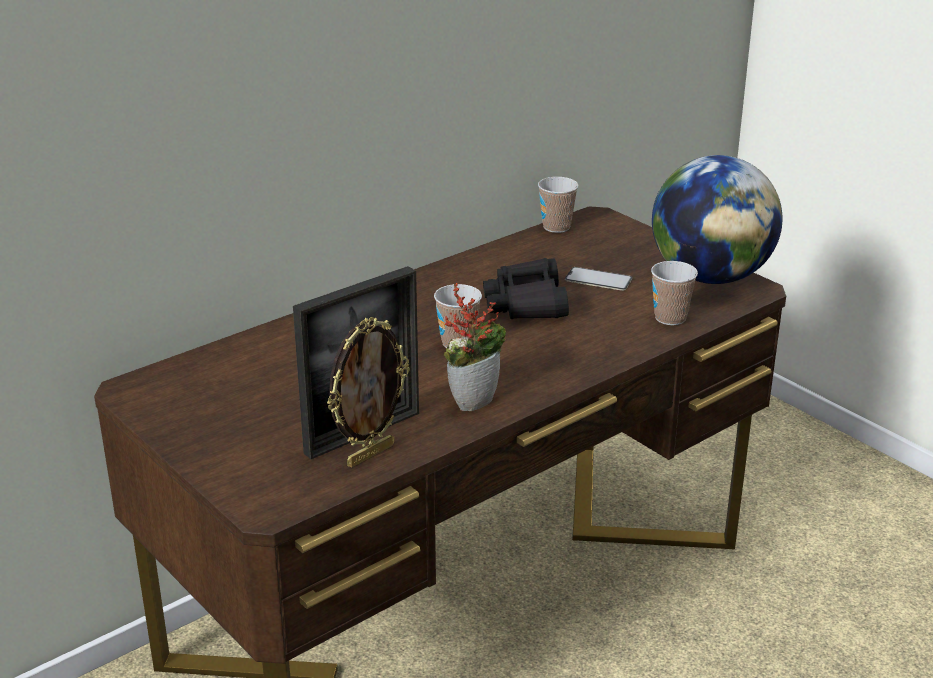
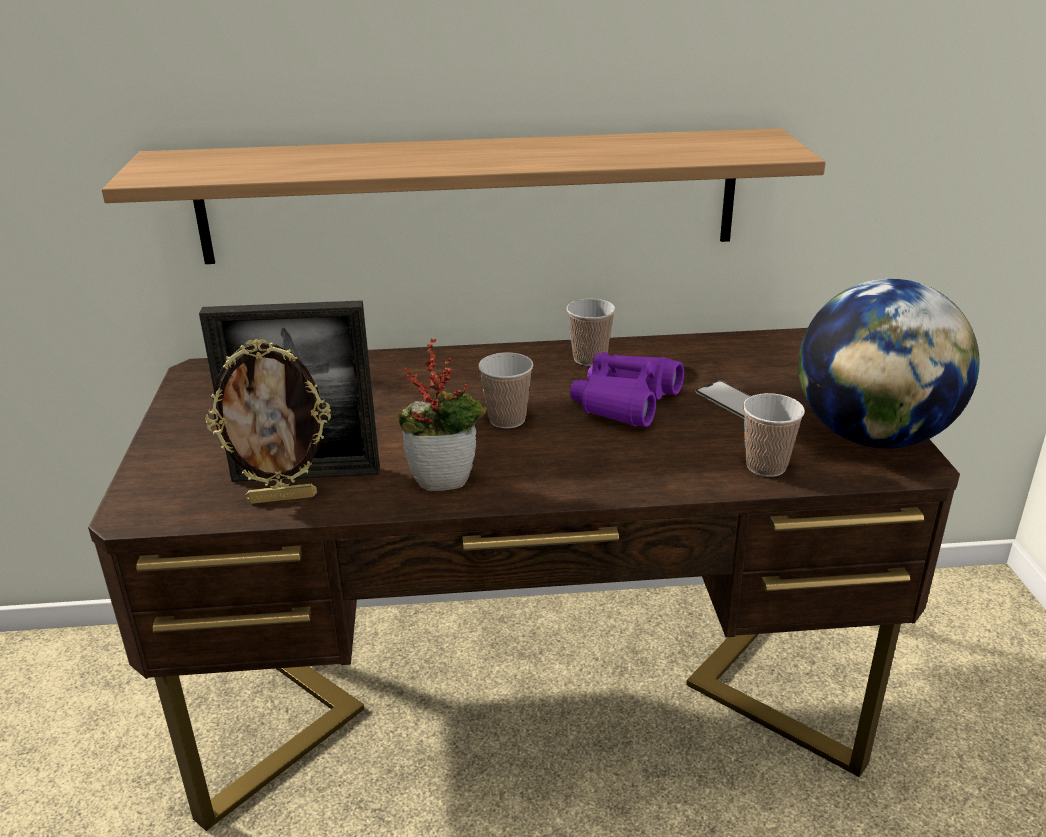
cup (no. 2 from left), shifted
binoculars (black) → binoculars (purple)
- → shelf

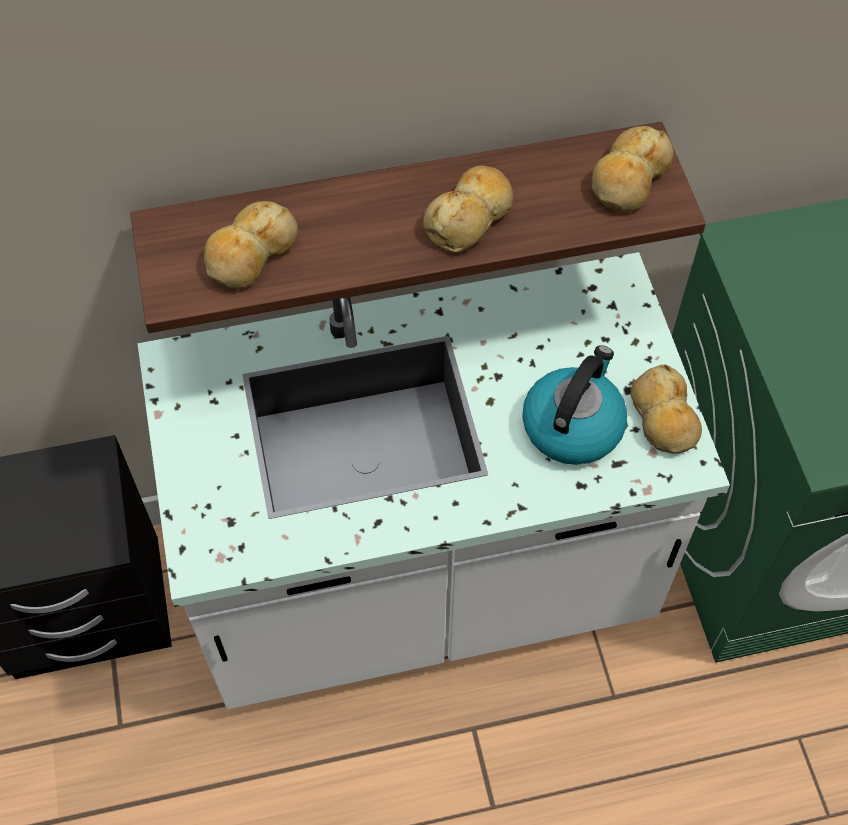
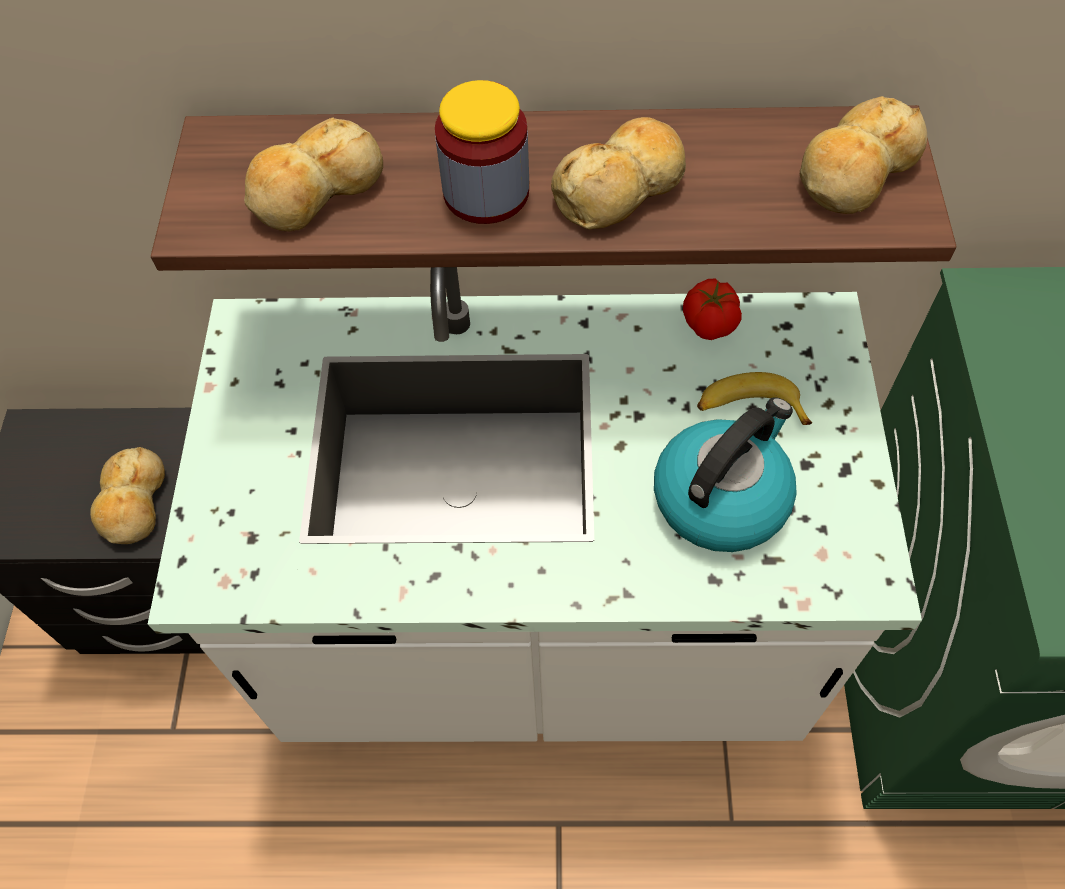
bread (no. 4 from left in the first image) → bread (no. 1 from left), shifted
- → jar
- → tomato
- → banana

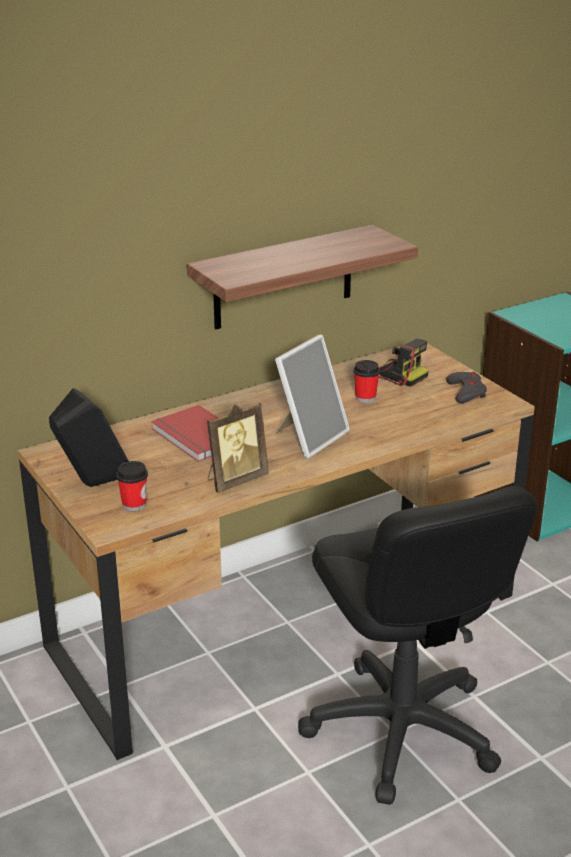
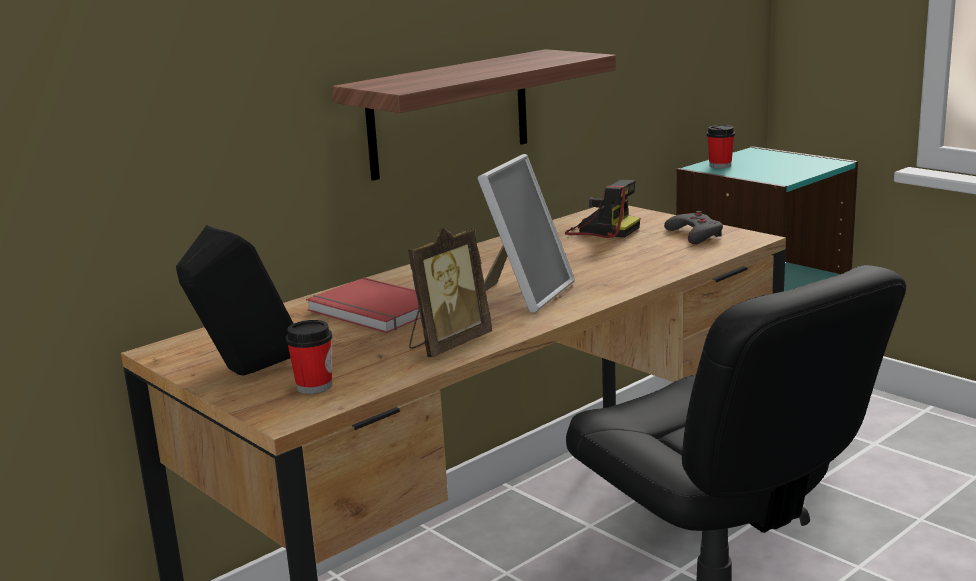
cup (no. 2 from left), shifted

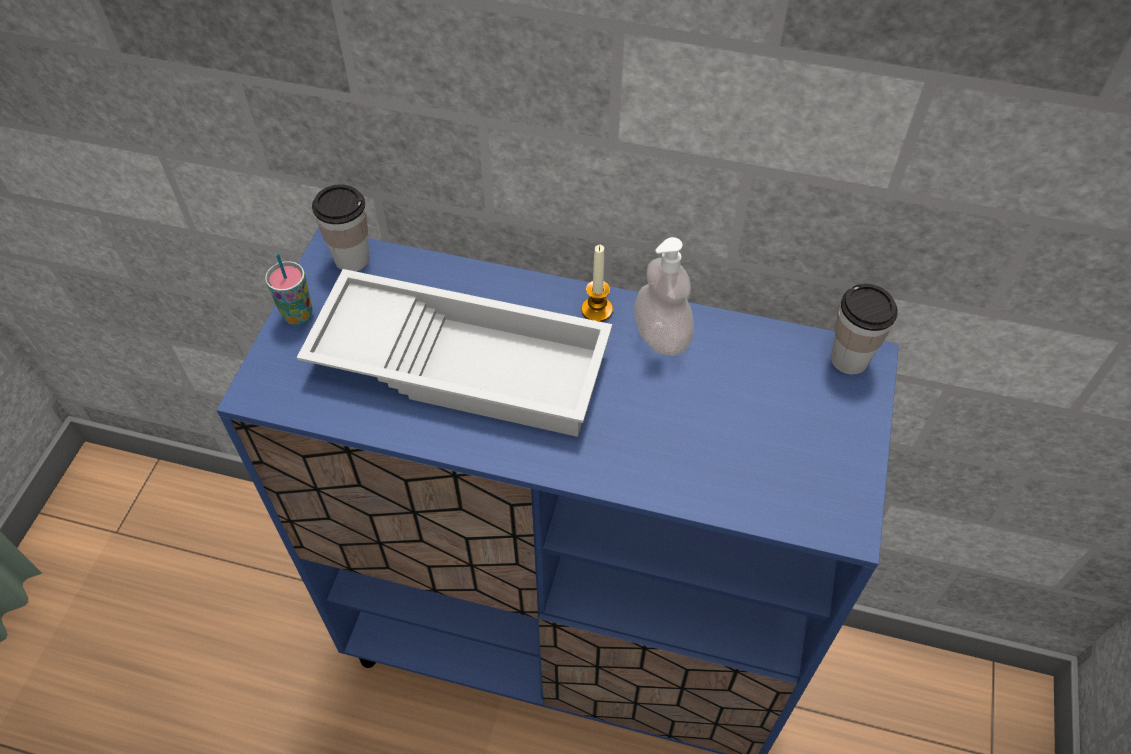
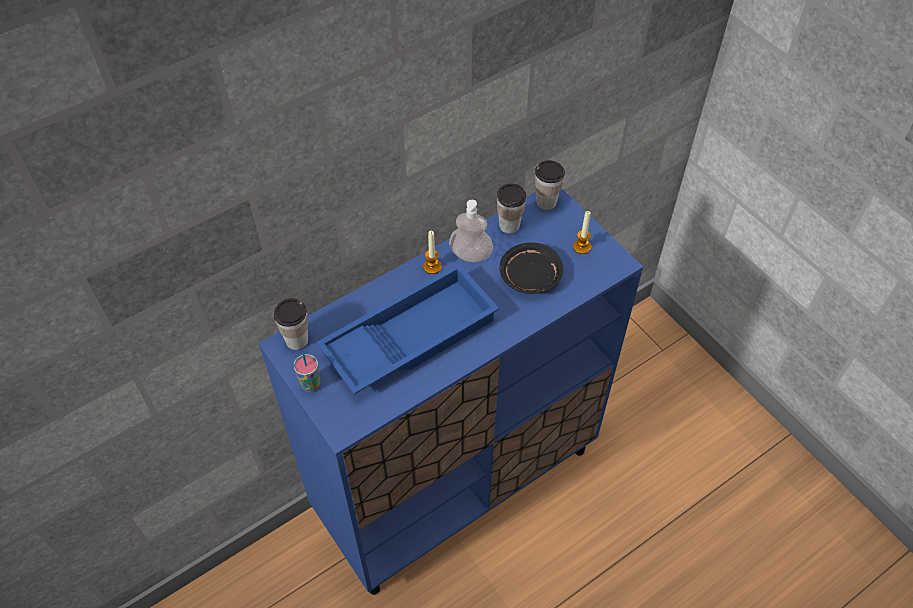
tray (white) → tray (blue)
- → cup (no. 3 from left)
- → candle (no. 2 from left)
- → plate (black)

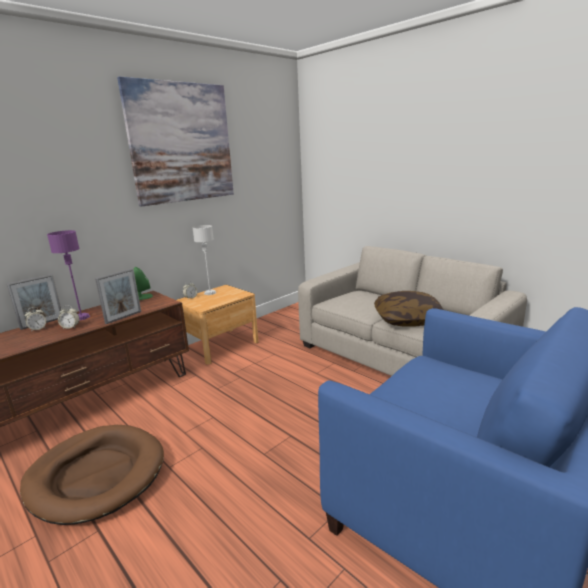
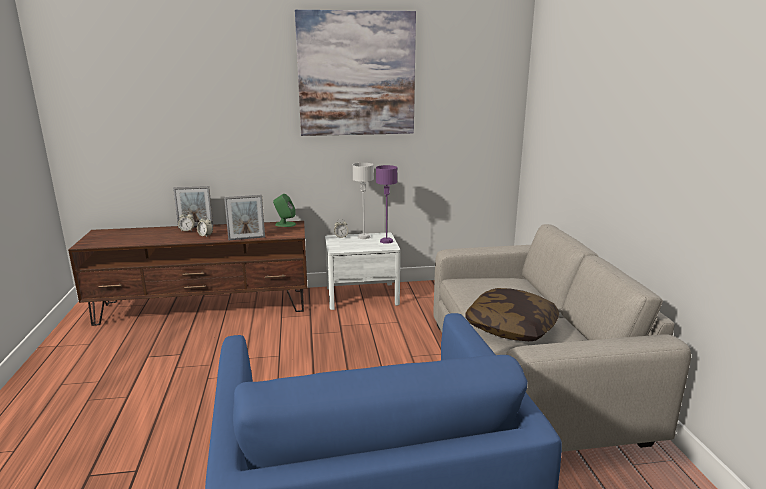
table lamp (purple), shifted
nightstand (brown) → nightstand (white)
dog bed (brown) → -

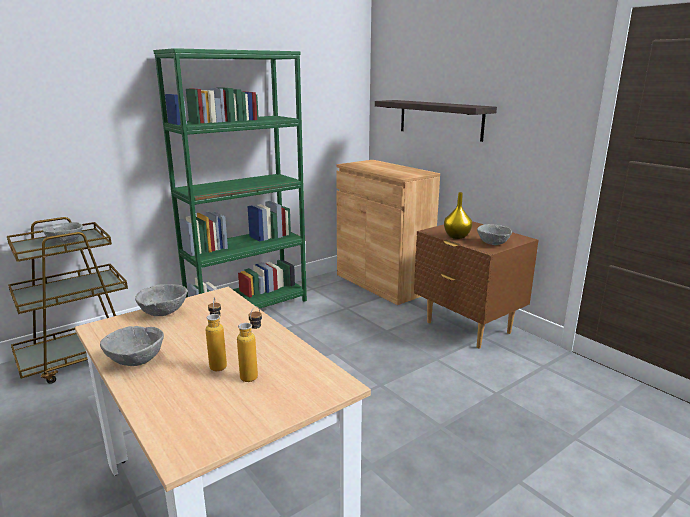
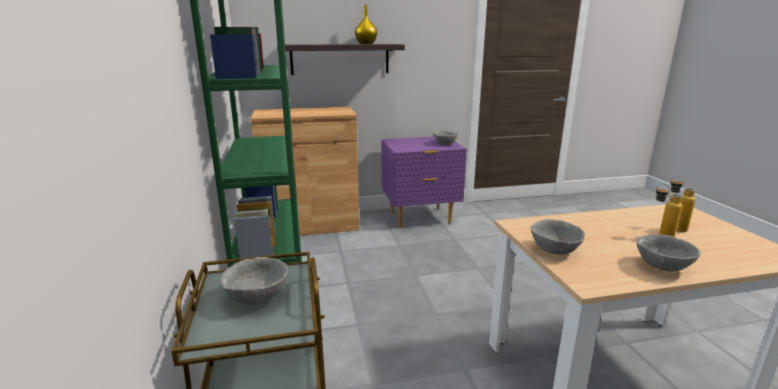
vase (yellow), shifted
nightstand (brown) → nightstand (purple)

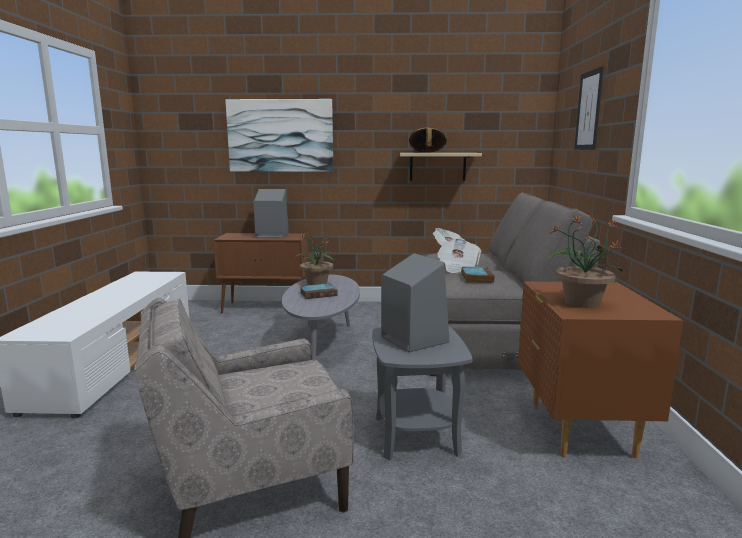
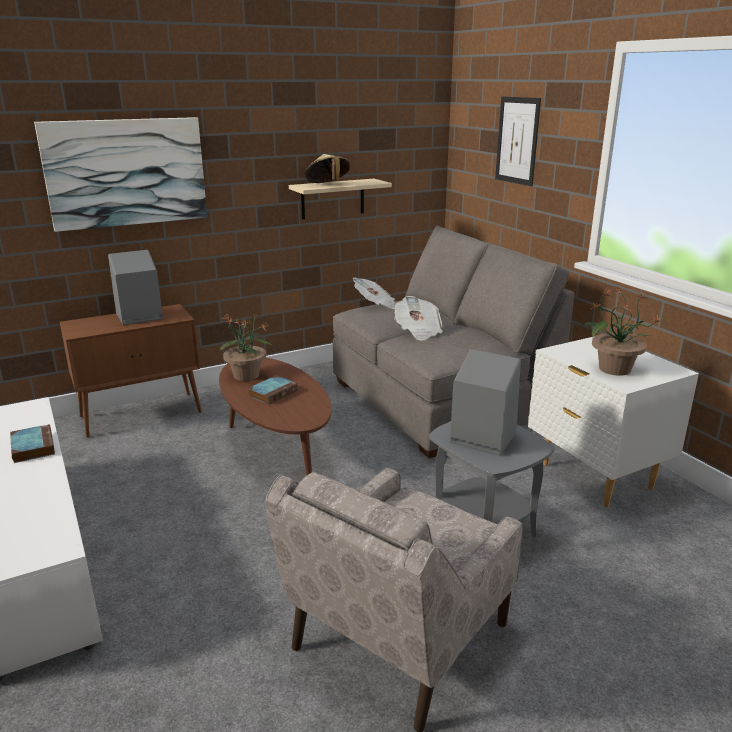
book (no. 2 from left in the first image) → book (no. 1 from left), shifted
coffee table (grey) → coffee table (brown)
nightstand (brown) → nightstand (white)

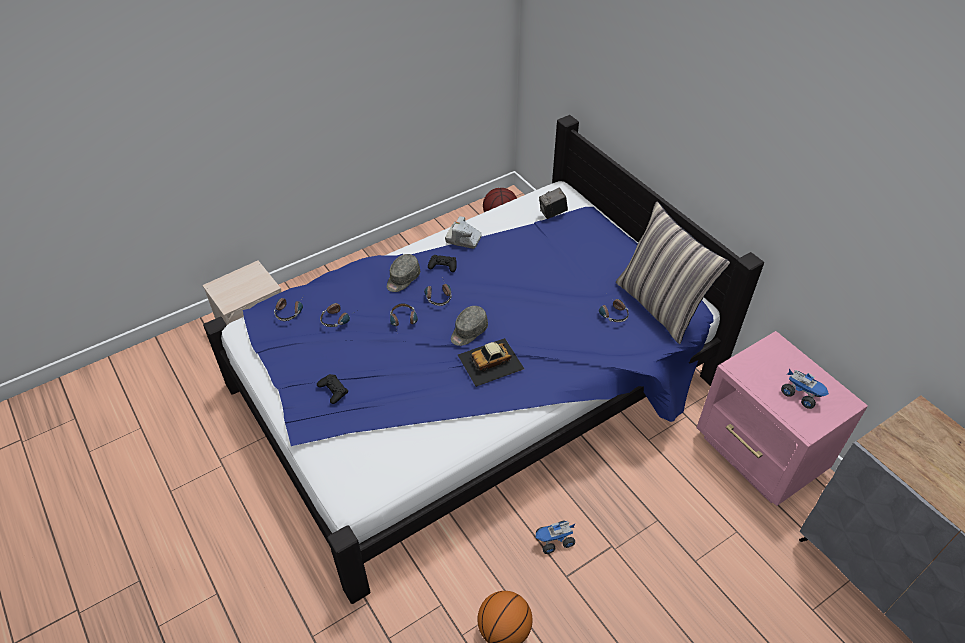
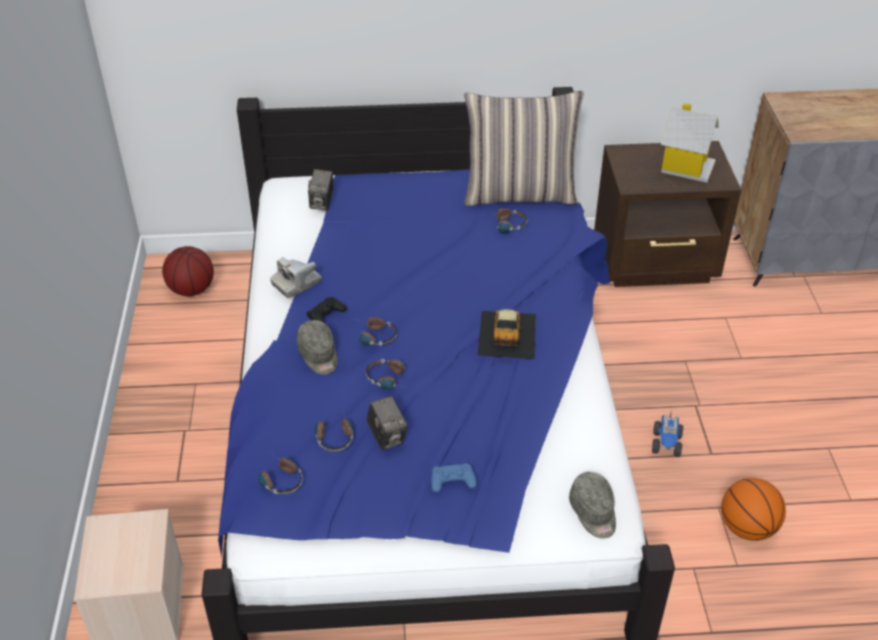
cap (grey) (no. 2 from left), shifted
nightstand (pink) → nightstand (brown)
toy truck (no. 2 from left) → toy house
game controller (black) (no. 1 from left) → game controller (blue)
- → photo camera (no. 3 from left)

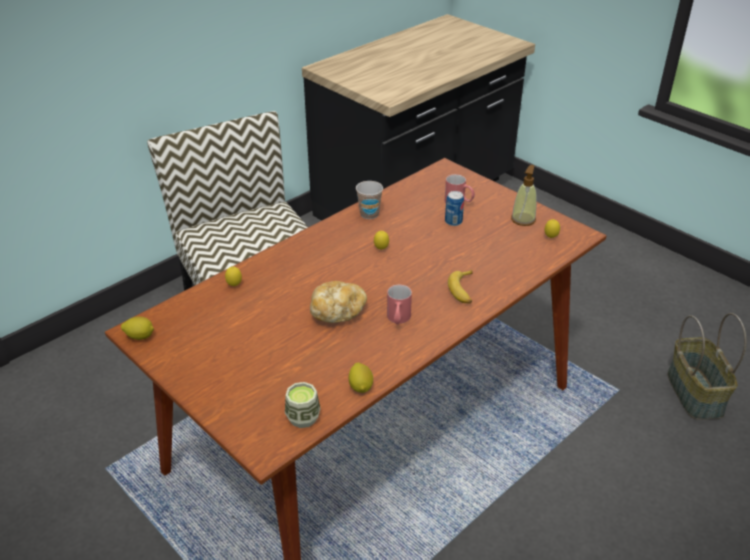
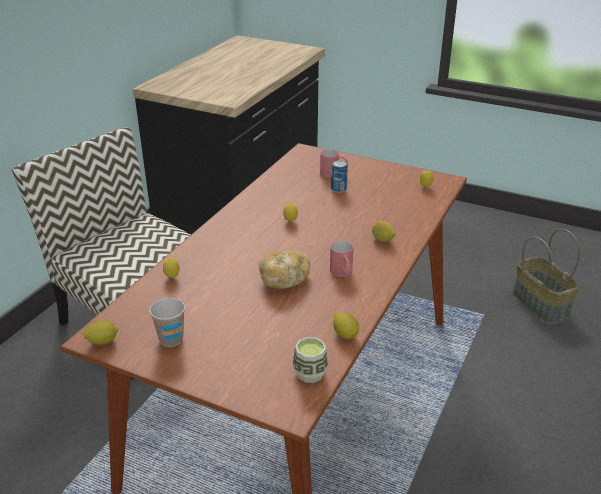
soap dispenser → -
cup (no. 2 from left in the first image) → cup (no. 1 from left), shifted
banana → lemon (no. 5 from left)

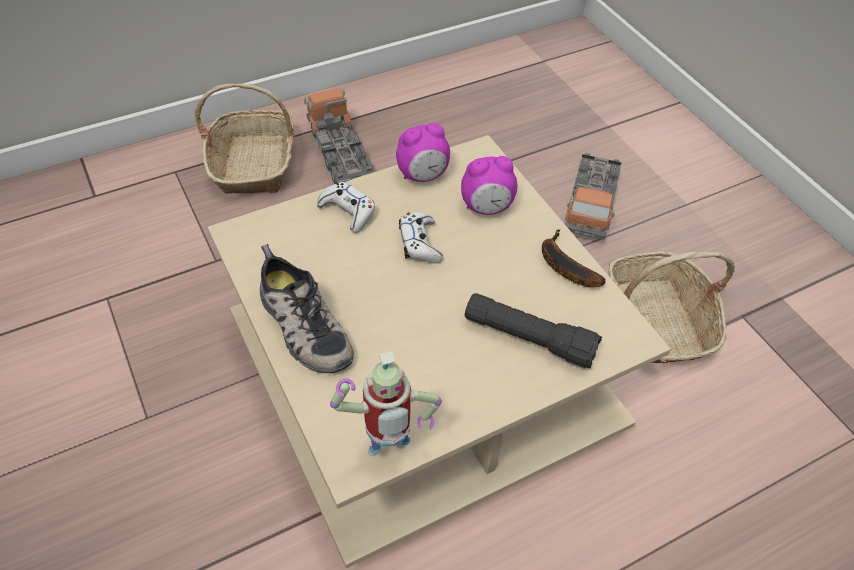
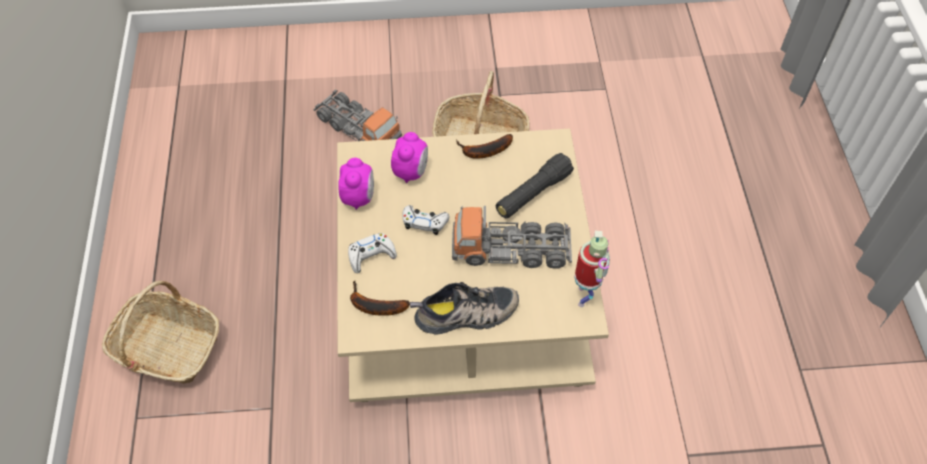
toy truck (no. 1 from left in the first image) → toy truck (no. 2 from left), shifted
- → banana (no. 1 from left)

